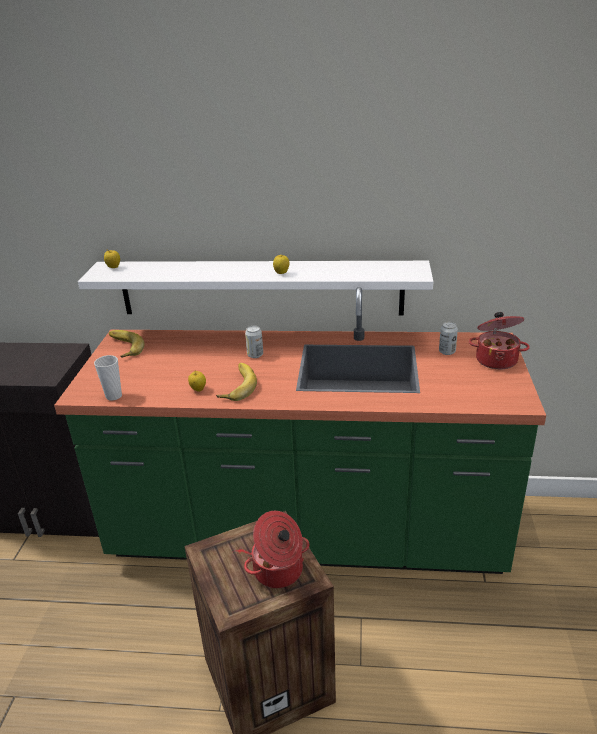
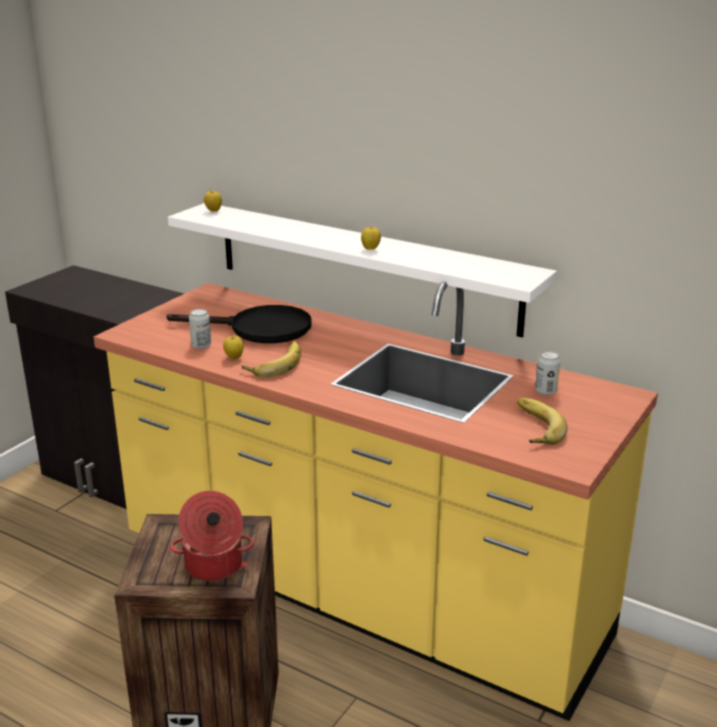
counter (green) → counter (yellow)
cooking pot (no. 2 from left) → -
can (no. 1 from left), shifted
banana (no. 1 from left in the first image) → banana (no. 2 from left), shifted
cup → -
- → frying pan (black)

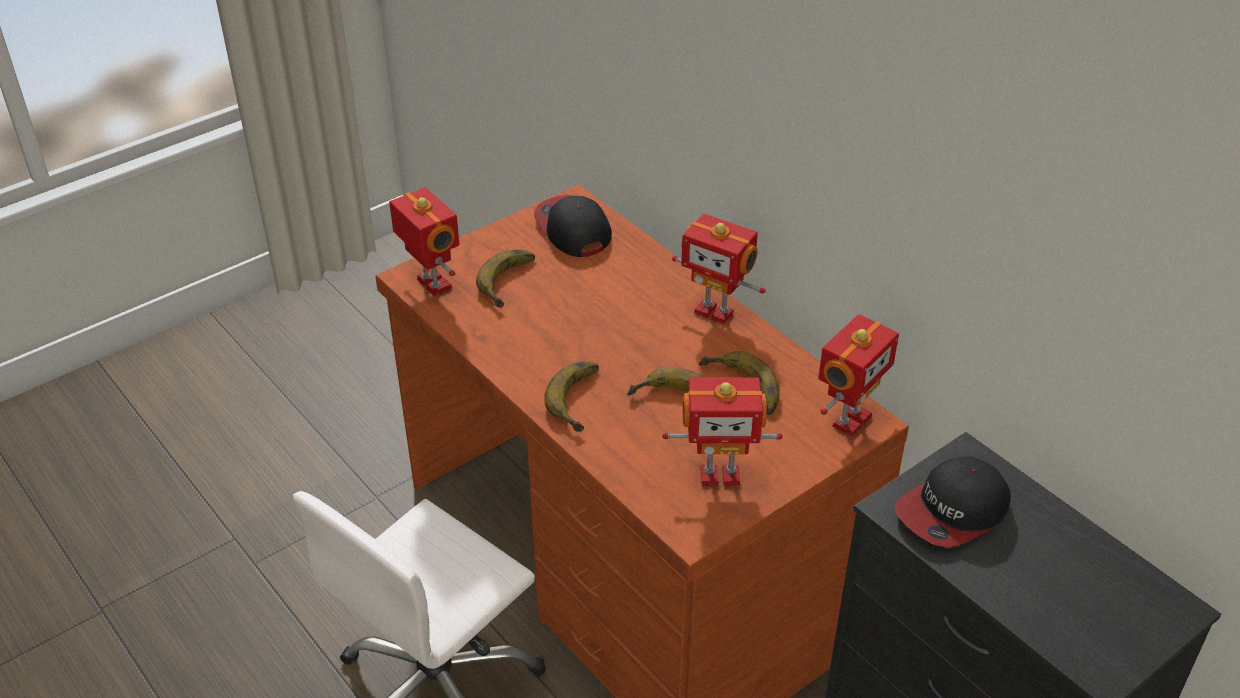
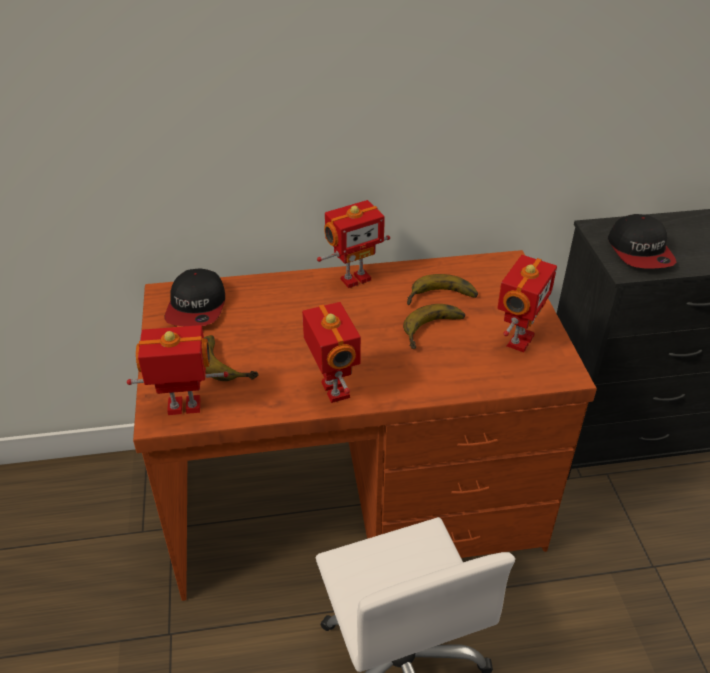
cap (no. 1 from left), 90 degrees counterclockwise
toy robot (no. 4 from left in the first image) → toy robot (no. 2 from left), shifted
banana (no. 2 from left) → -

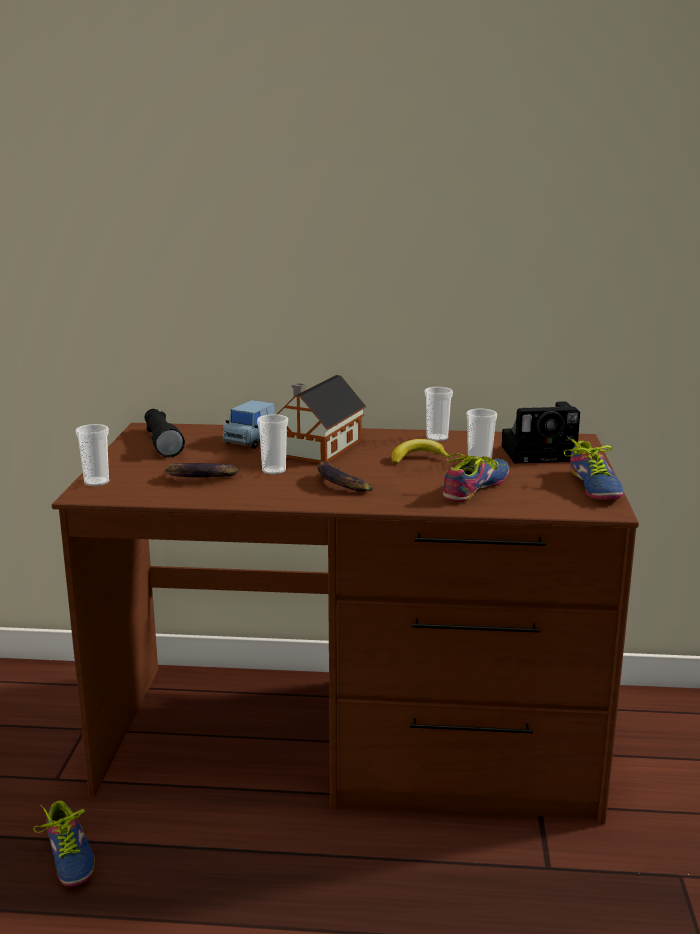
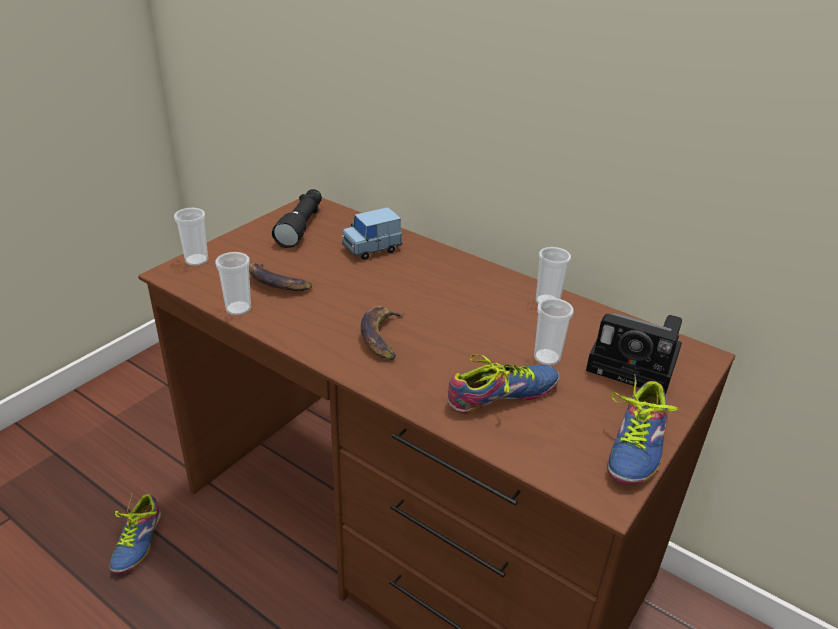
toy house → -
cup (no. 2 from left), shifted
banana (no. 3 from left) → -

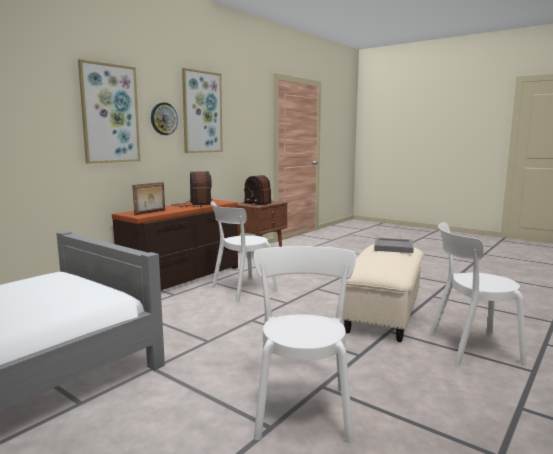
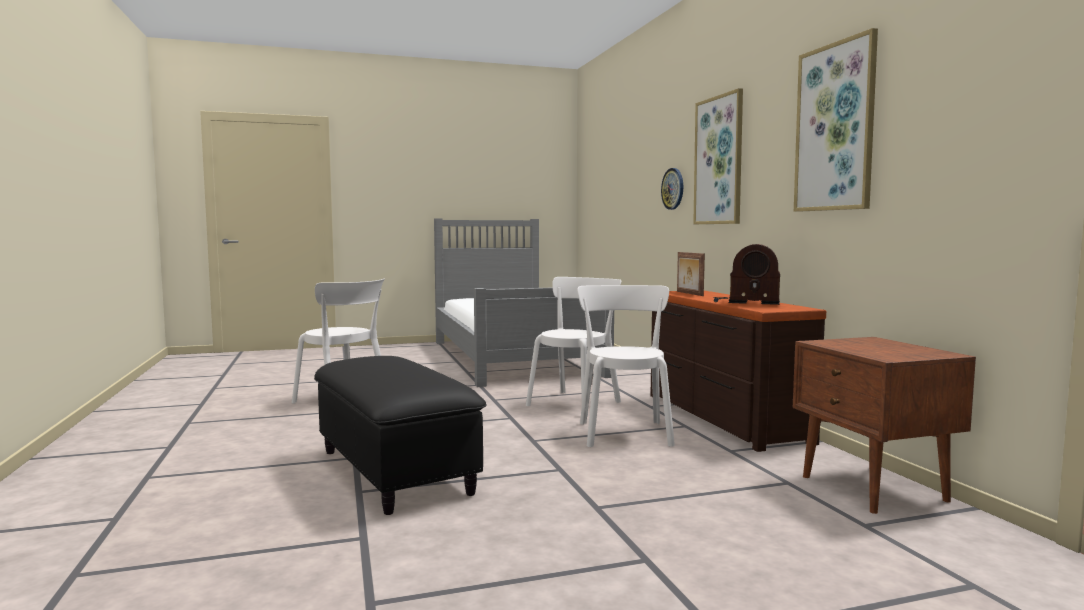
wall clock, shifted
radio (no. 2 from left) → -
chair (white) (no. 3 from left in the first image) → chair (white) (no. 2 from left), shifted
tray (grey) → -
ottoman (beige) → ottoman (black)

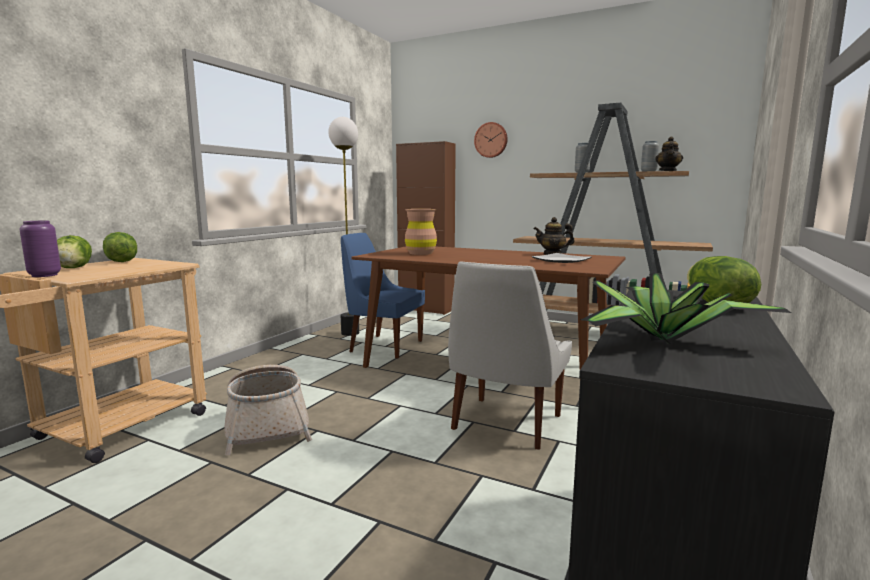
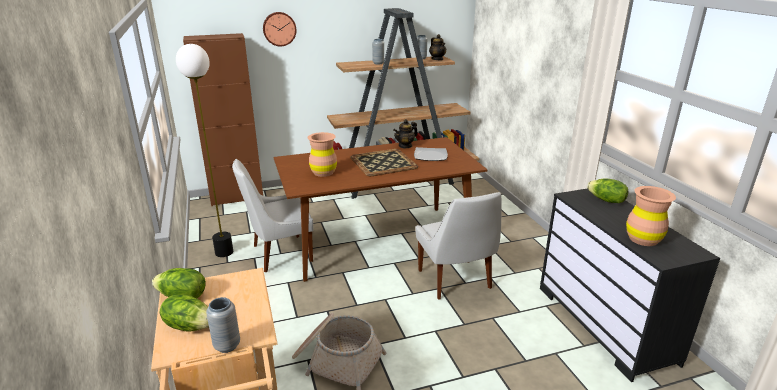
vase (purple) → vase (grey) (no. 1 from left)
chair (blue) → chair (white) (no. 1 from left)
potted plant → vase (brown) (no. 2 from left)
- → tray

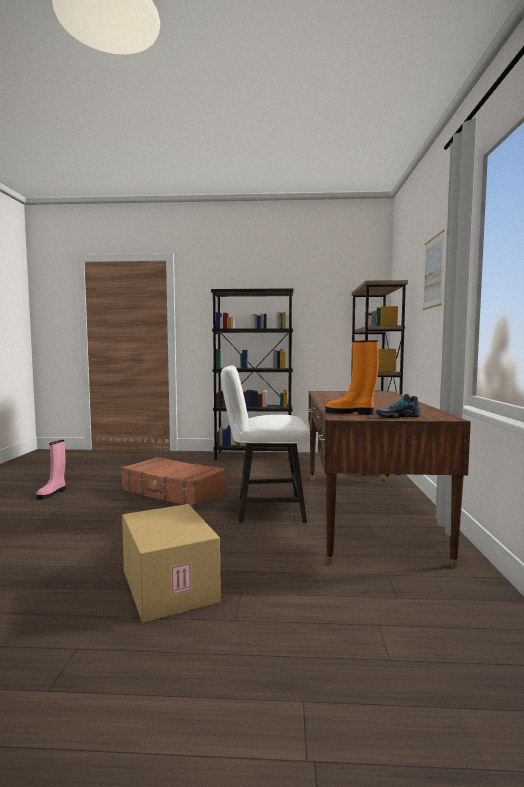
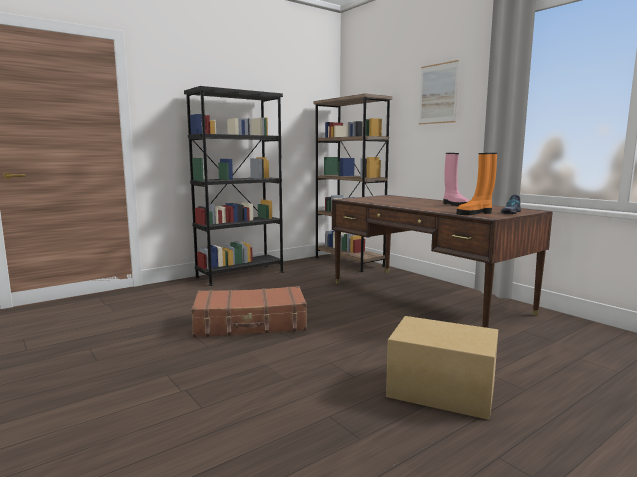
chair (white) → -
boot (pink), shifted

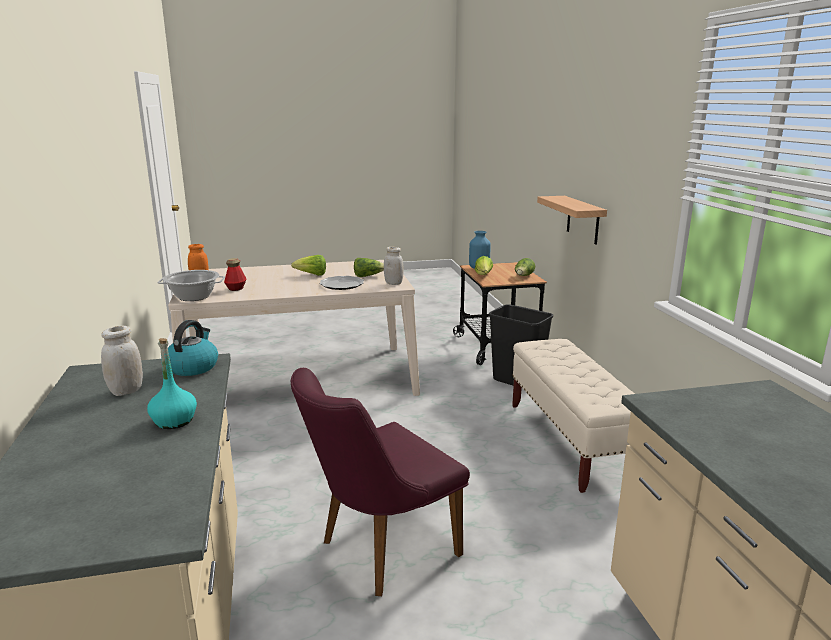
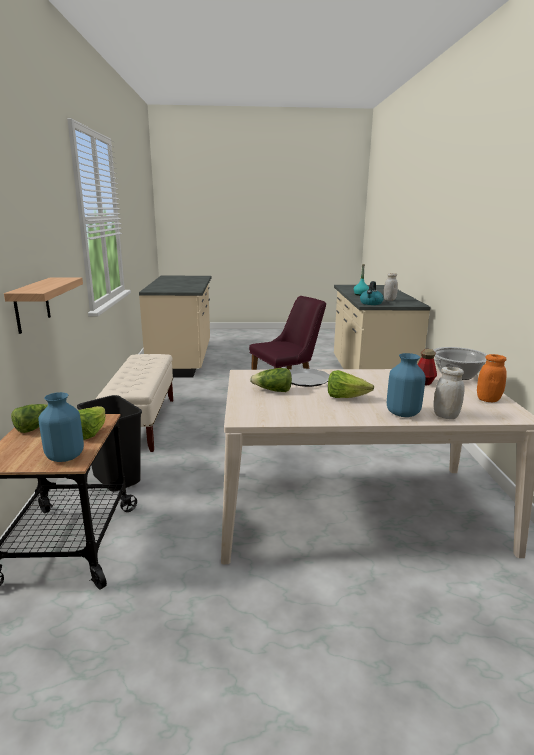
jar (white) (no. 2 from left), shifted
- → vase (blue) (no. 2 from left)

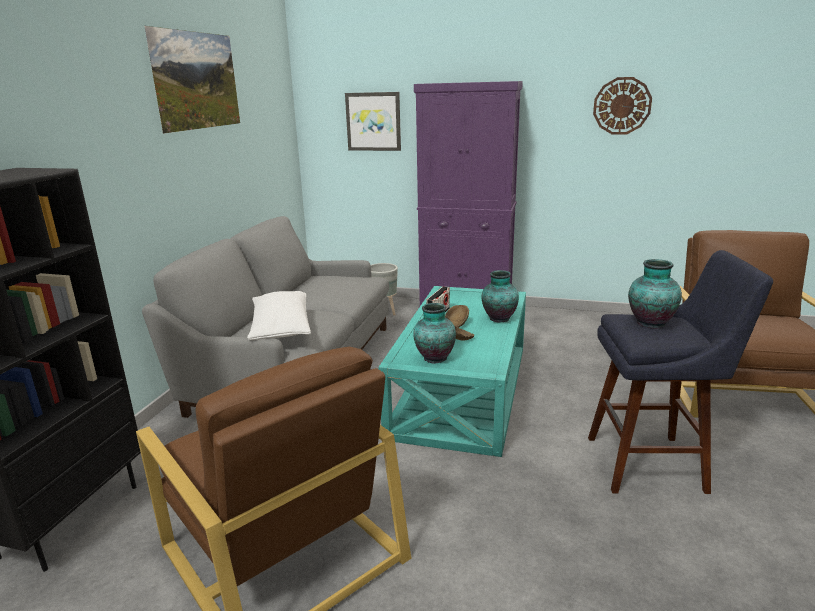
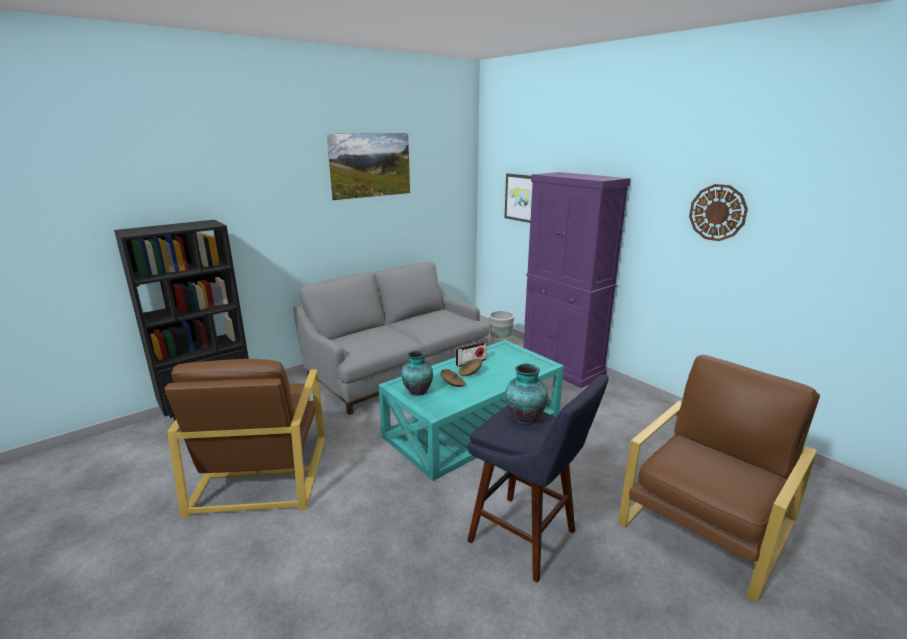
vase (no. 2 from left) → -
pillow (white) → -

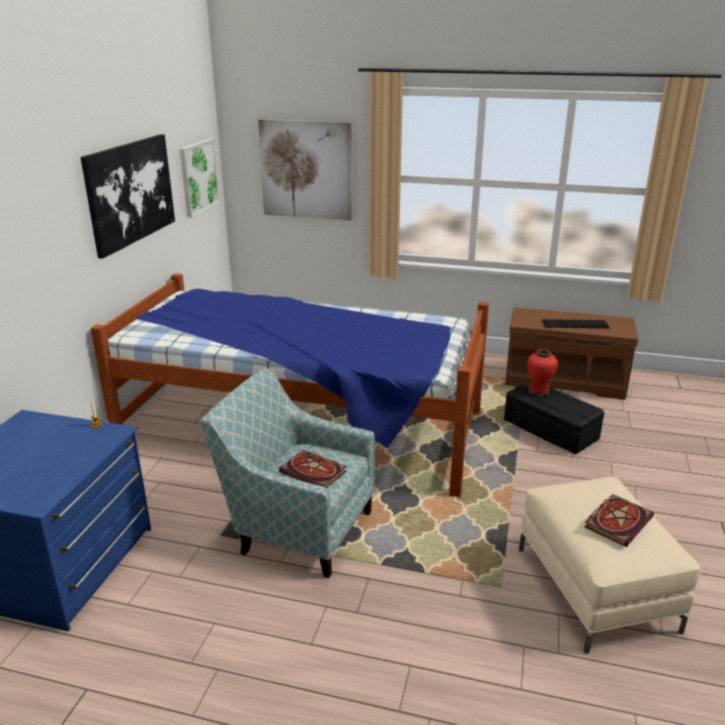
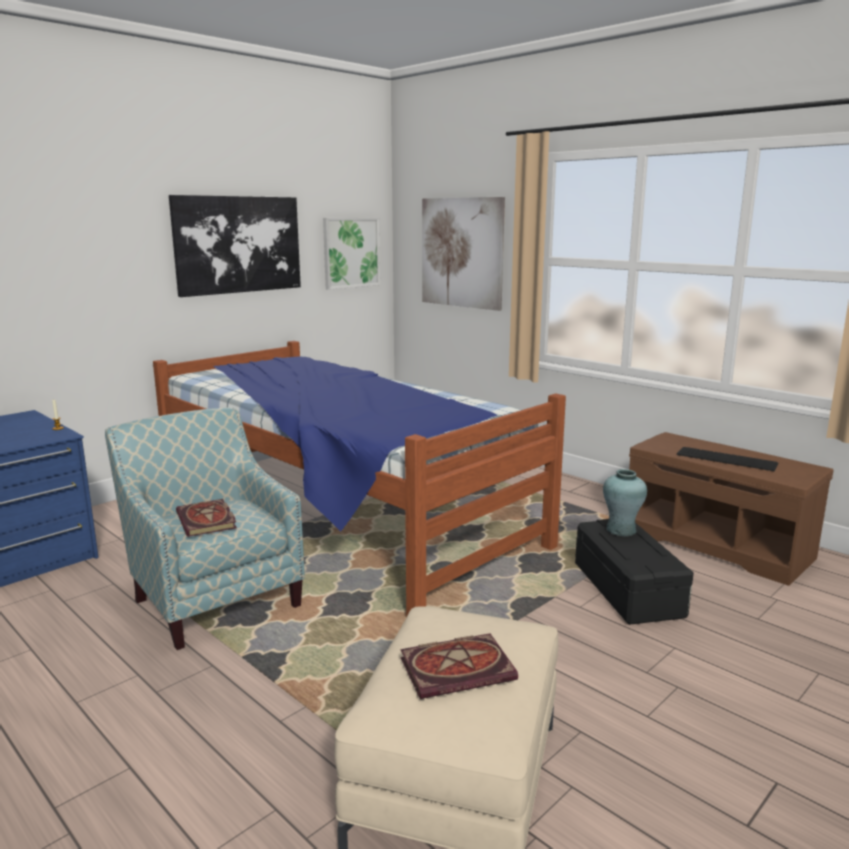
vase (red) → vase (turquoise)

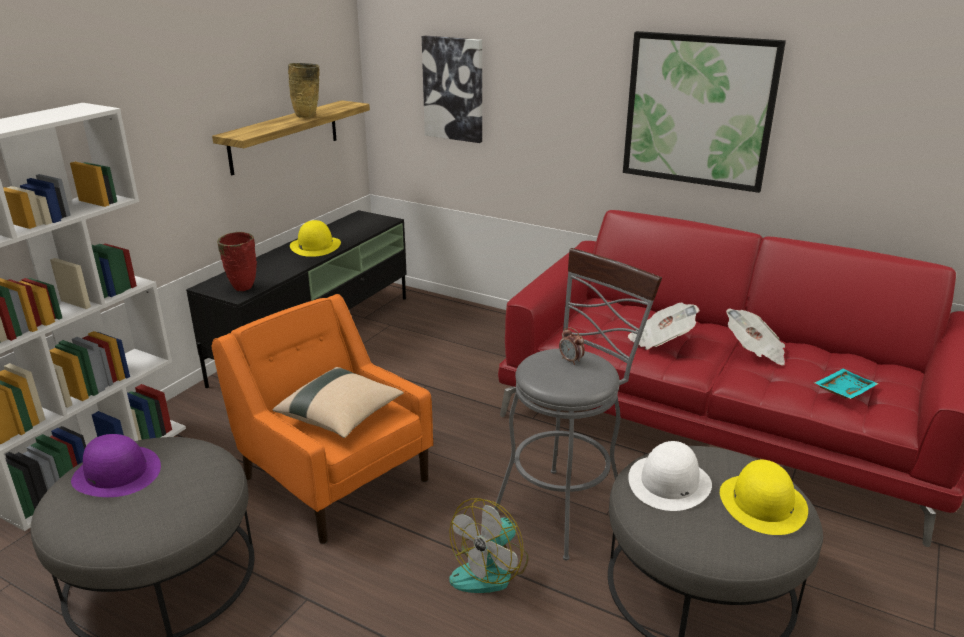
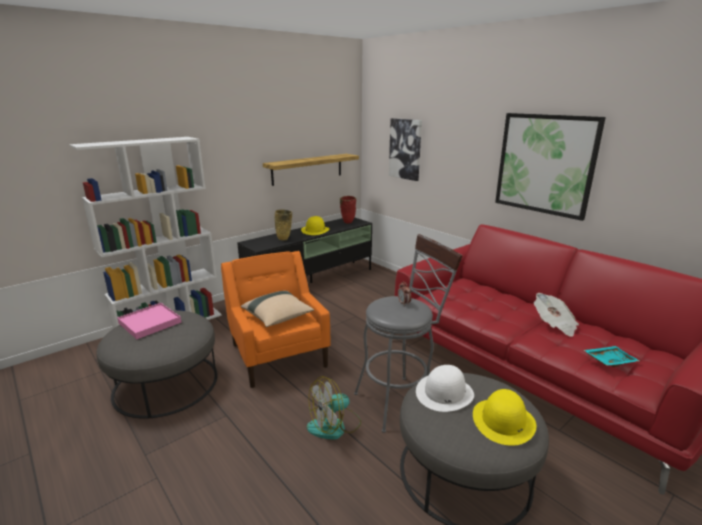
vase (beige), shifted
vase (red), shifted
newspaper (no. 1 from left) → -
hat (purple) → tray (pink)

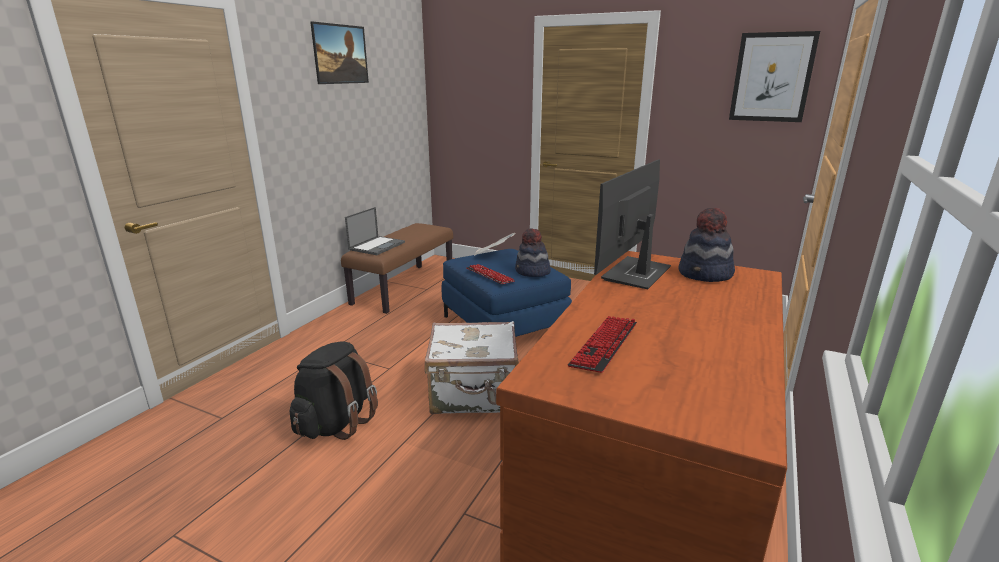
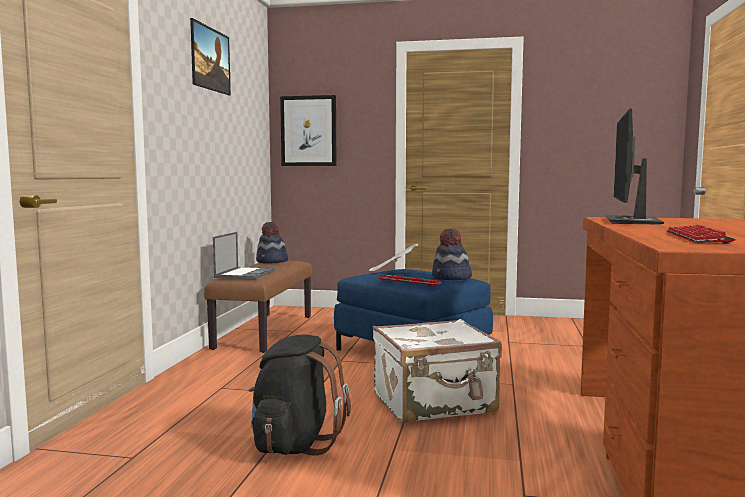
picture (no. 2 from left), shifted
hat (no. 2 from left in the first image) → hat (no. 1 from left), shifted

